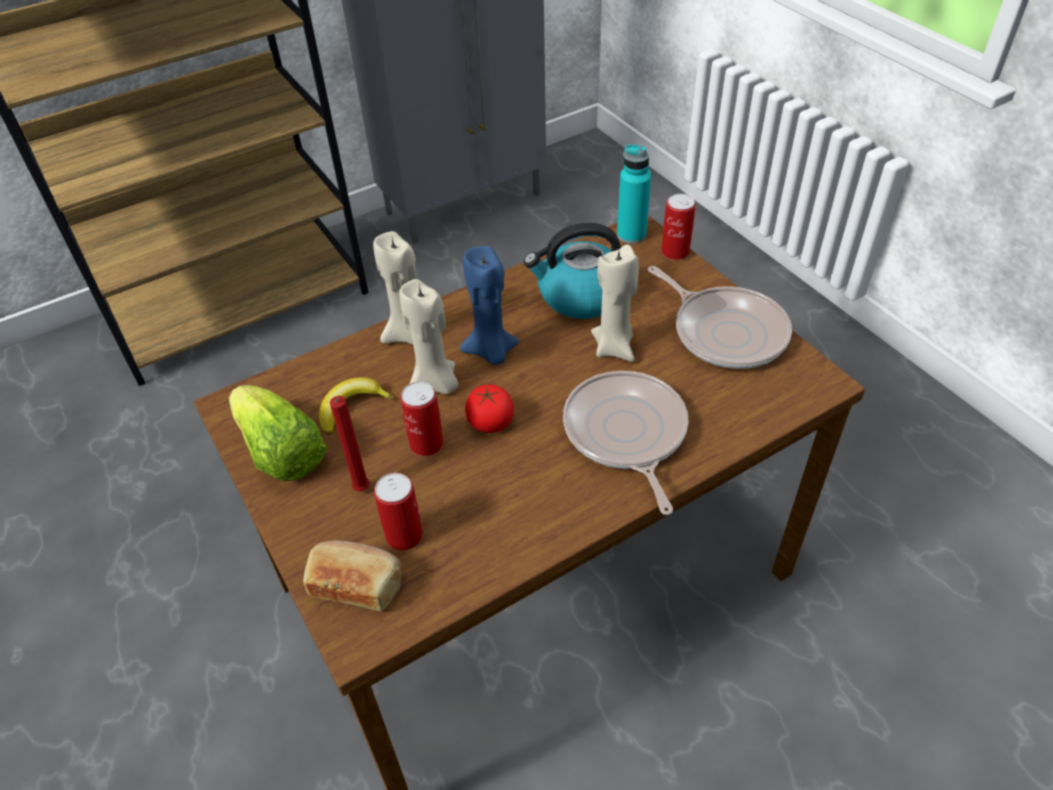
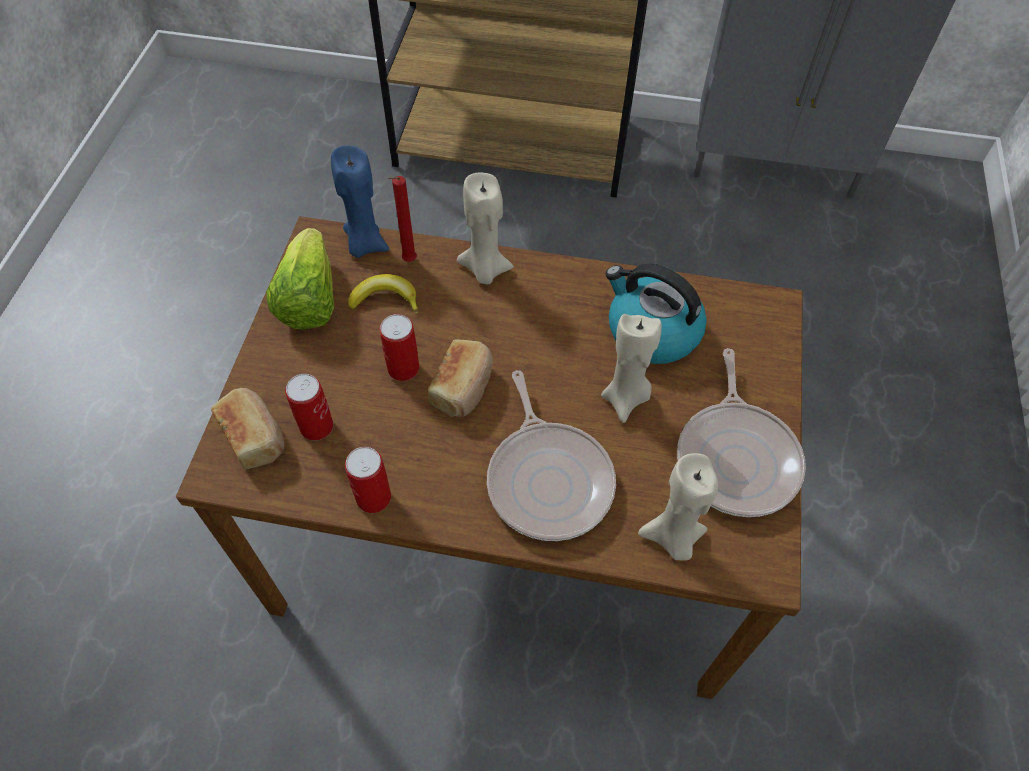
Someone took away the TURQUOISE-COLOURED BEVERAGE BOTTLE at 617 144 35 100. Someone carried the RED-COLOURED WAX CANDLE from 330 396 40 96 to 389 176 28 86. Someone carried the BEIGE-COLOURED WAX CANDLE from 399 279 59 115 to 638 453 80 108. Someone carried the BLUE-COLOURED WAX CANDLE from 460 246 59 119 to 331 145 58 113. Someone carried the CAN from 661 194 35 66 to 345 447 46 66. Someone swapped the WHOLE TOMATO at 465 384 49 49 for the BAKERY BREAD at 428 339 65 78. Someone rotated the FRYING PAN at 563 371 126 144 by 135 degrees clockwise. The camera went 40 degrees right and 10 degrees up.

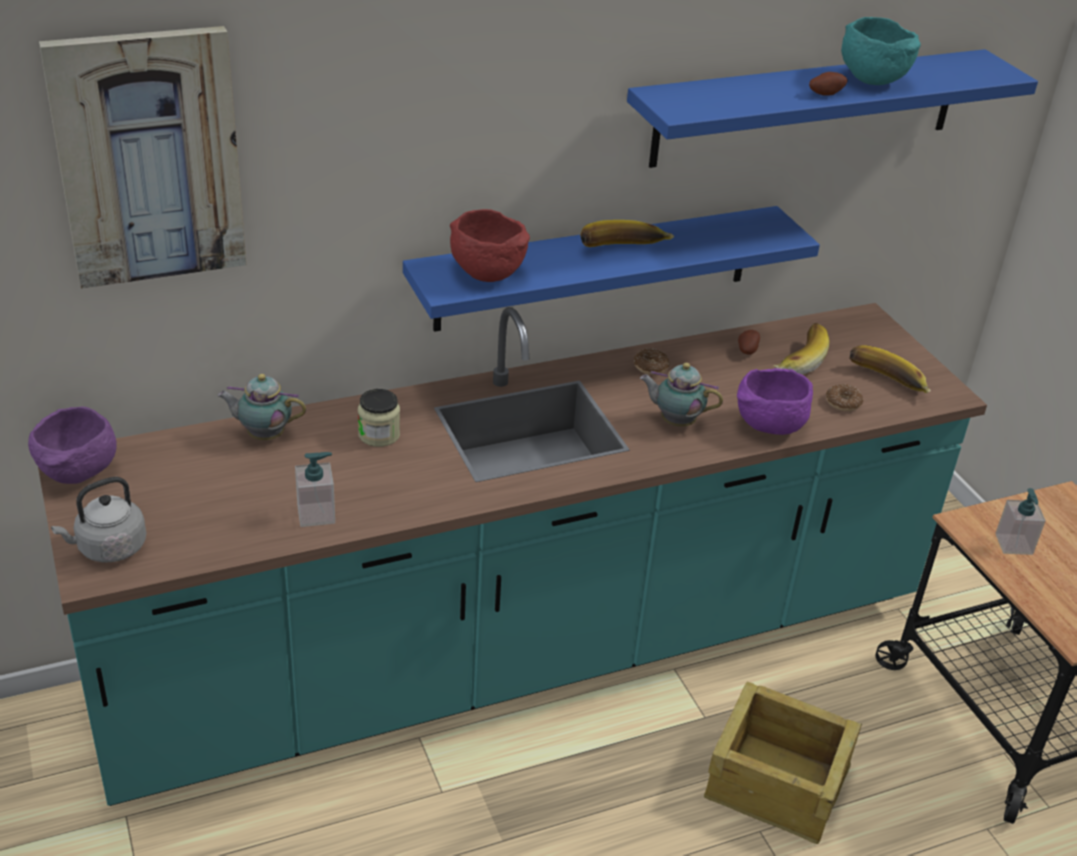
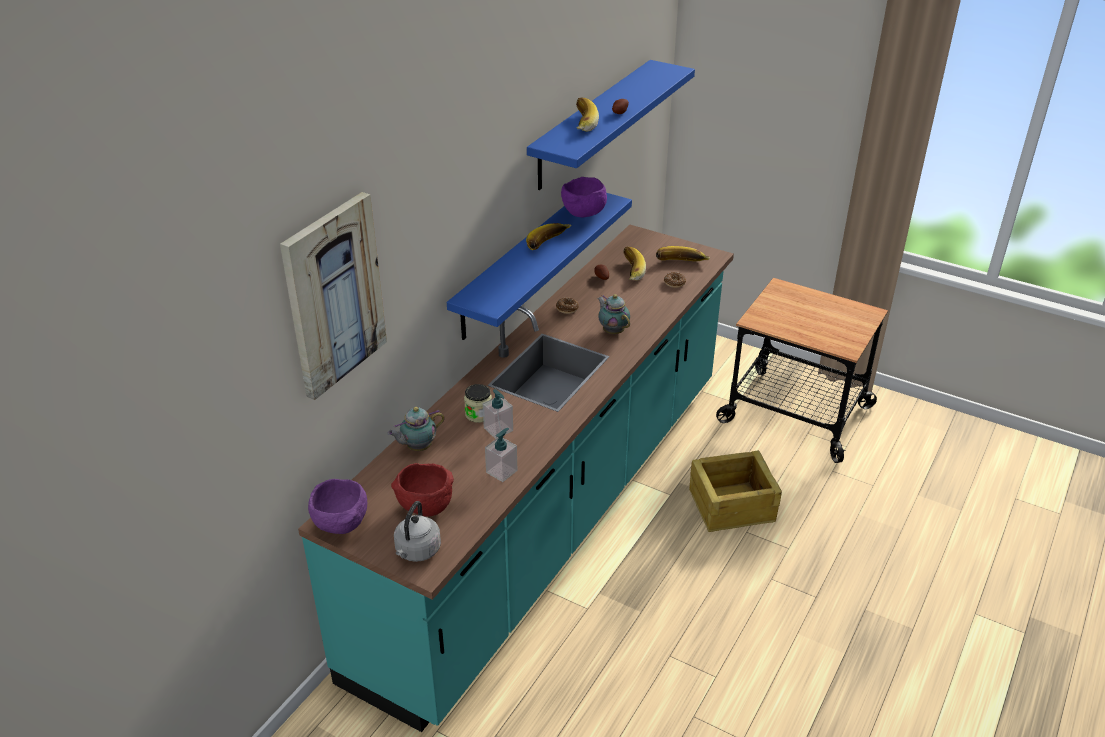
Someone took away the TURQUOISE-COLOURED BOWL at 841 17 80 68. Someone put down the WHOLE BANANA at 576 98 23 34. Someone carried the RED-COLOURED BOWL from 450 209 80 73 to 391 463 63 54. Someone carried the PURPLE-COLOURED BOWL from 737 368 76 67 to 561 177 46 40. Someone carried the SOAP BOTTLE from 995 488 51 67 to 483 389 30 50. Someone rotated the TEAPOT at 640 363 83 64 by 75 degrees clockwise. The camera went 35 degrees left and 0 degrees up.

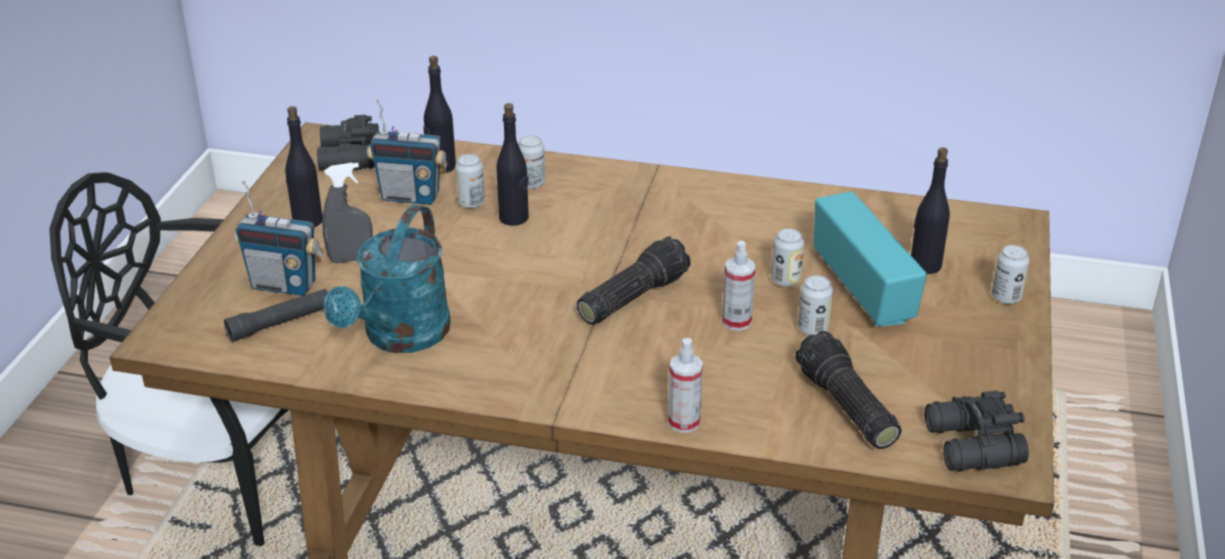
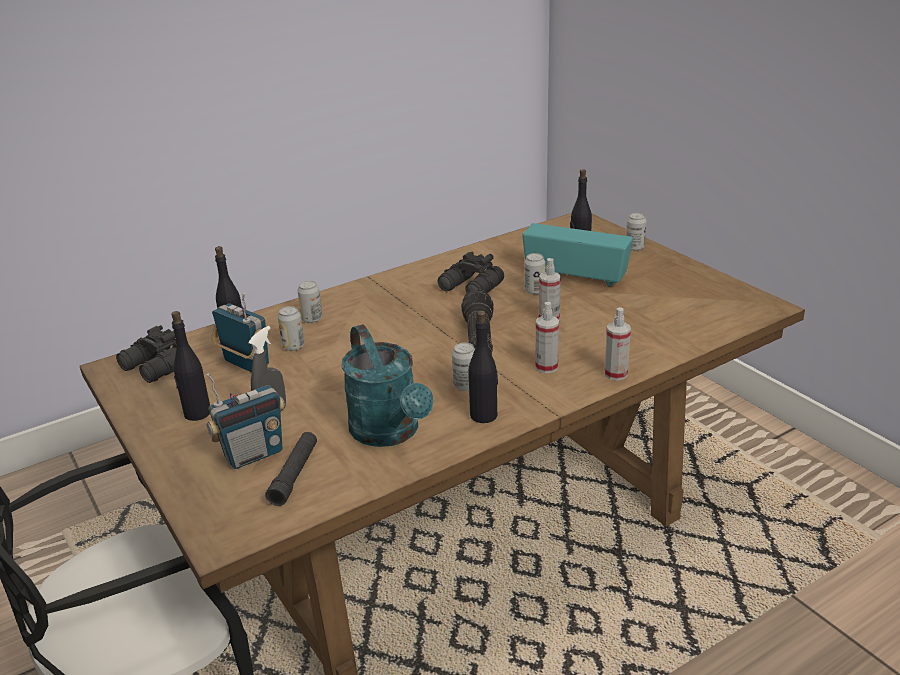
Someone took away the TORCH at 795 331 106 118. Someone put down the SPRAYER at 535 302 24 71. Someone carried the BLACKISH BEVERAGE BOTTLE from 497 103 32 123 to 468 311 30 112. Someone carried the CAN from 798 275 35 60 to 452 343 23 48. Someone carried the BLACKISH FIELD GLASSES from 925 391 104 81 to 438 252 66 41. Someone rotated the RADIO SET at 367 99 81 106 by 105 degrees counterclockwise. The camera went 45 degrees left and 5 degrees down.

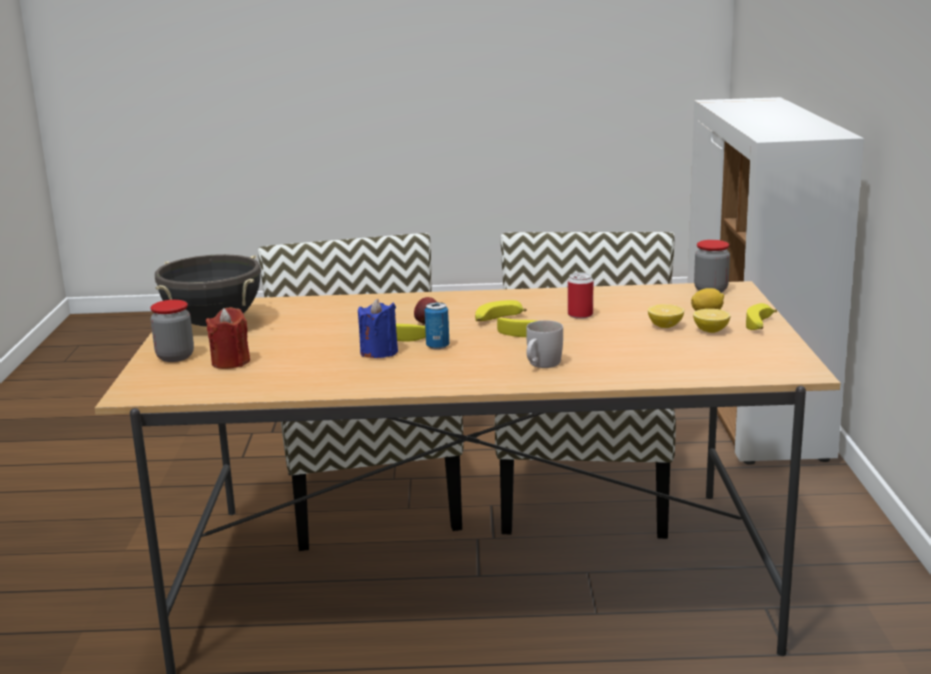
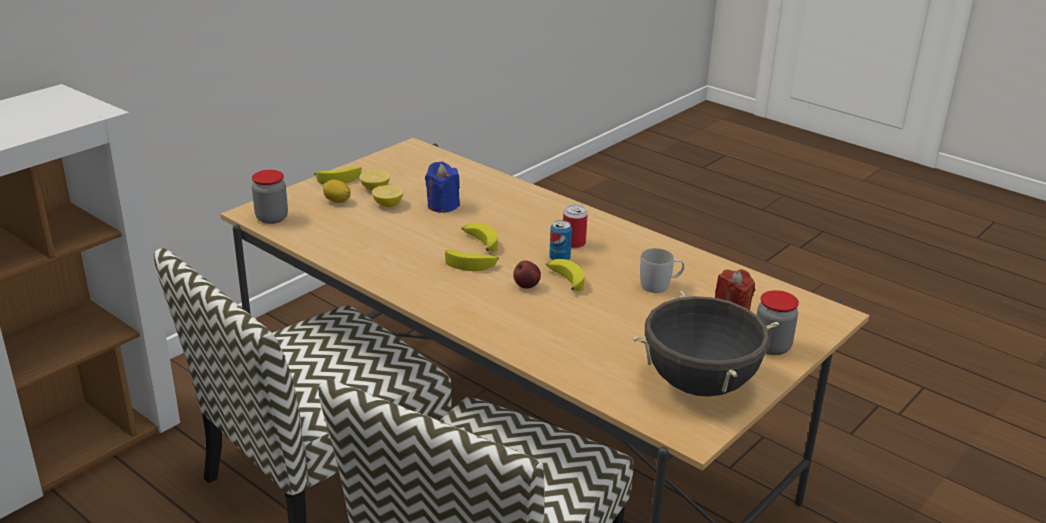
Someone carried the BLUE-COLOURED WAX CANDLE from 358 298 40 60 to 425 162 35 51. Someone carried the WHITE MUG from 526 320 37 48 to 640 248 44 45. Someone carried the CAN from 568 272 25 47 to 563 204 25 44. The camera went 140 degrees left and 10 degrees up.

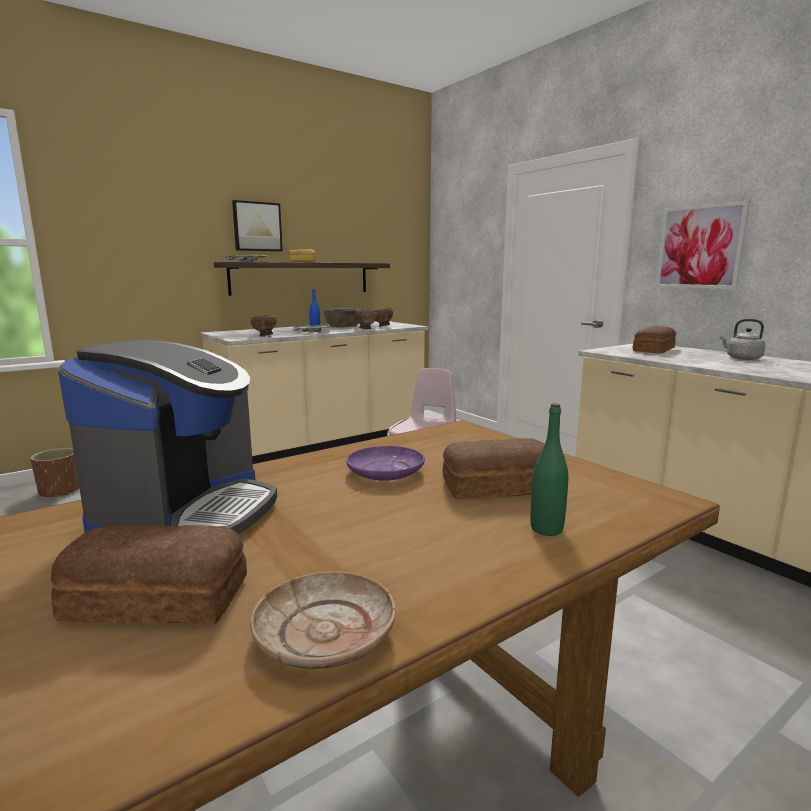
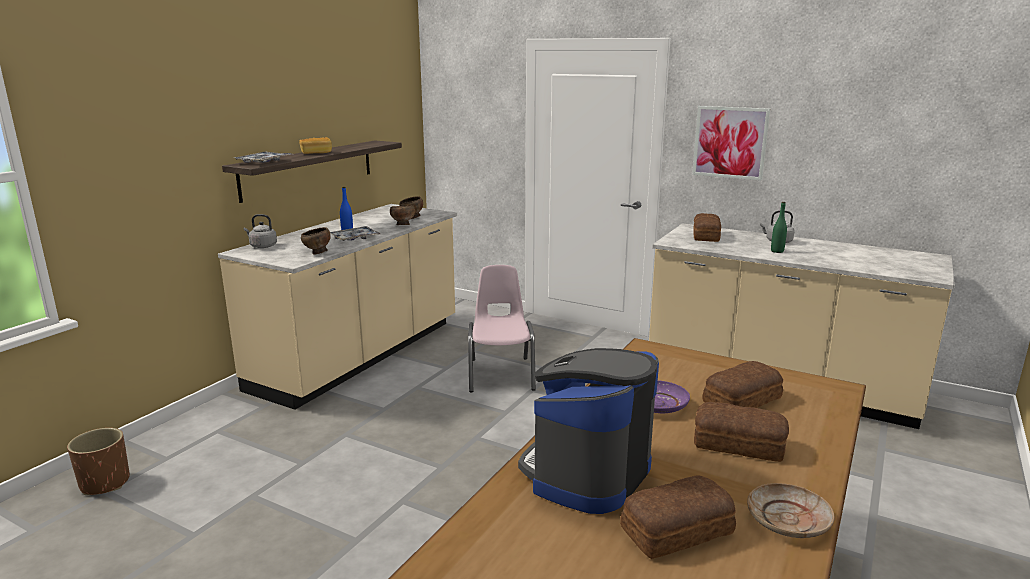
Someone took away the PICTURE at 232 200 51 52. Someone took away the BROWN-COLOURED BOWL at 324 308 37 19. Someone put down the GREY WATER KETTLE at 244 214 33 34. Someone put down the BAKERY BREAD at 694 402 95 60. Someone carried the GREEN BEVERAGE BOTTLE from 531 403 37 133 to 771 202 16 51. Someone rotated the COFFEE MACHINE at 58 340 219 194 by 135 degrees counterclockwise. The camera went 25 degrees left and 5 degrees up.

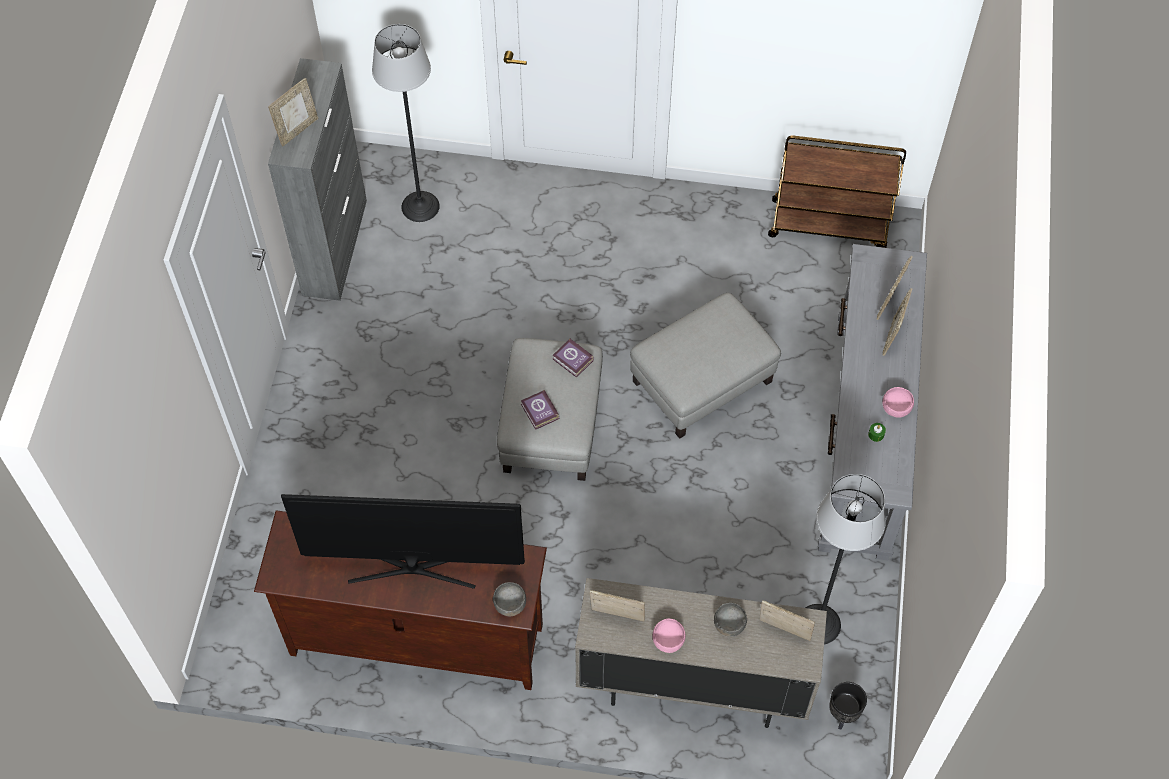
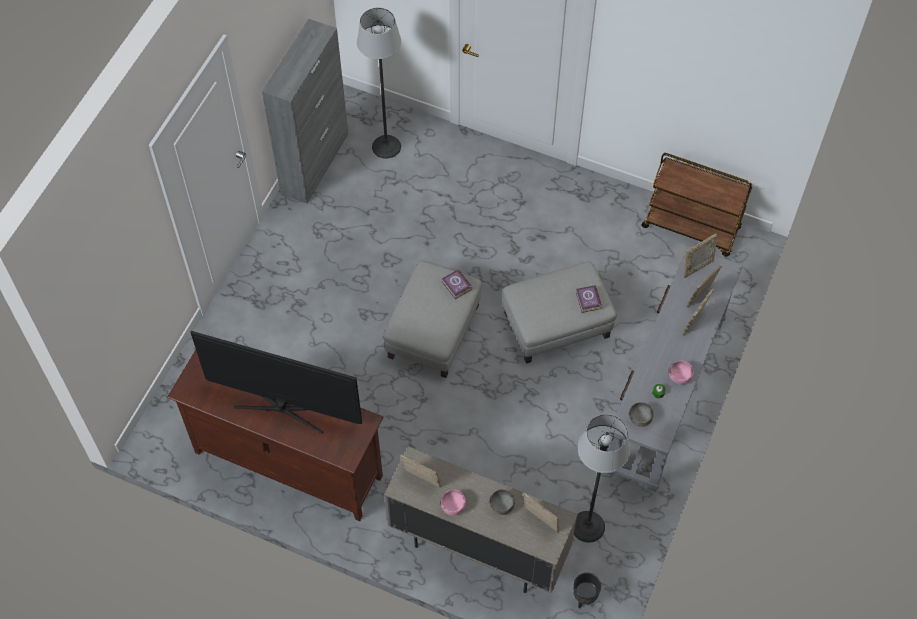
Someone carried the PICTURE FRAME from 268 78 50 68 to 684 233 33 45. Someone carried the GREY BOWL from 493 582 33 34 to 629 402 24 25. Someone carried the BOUND BOOK from 521 390 39 40 to 576 285 26 28. The camera went 15 degrees right and 0 degrees up.

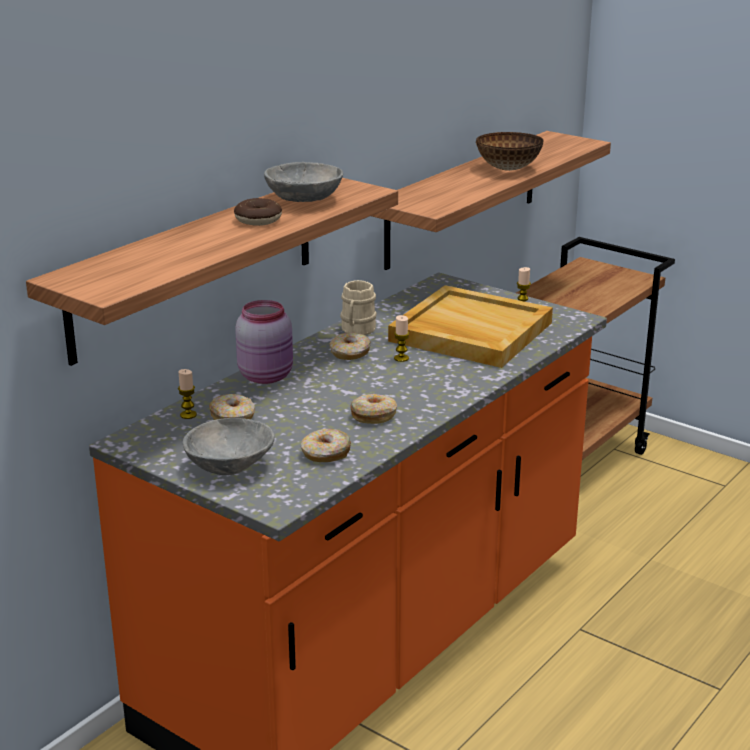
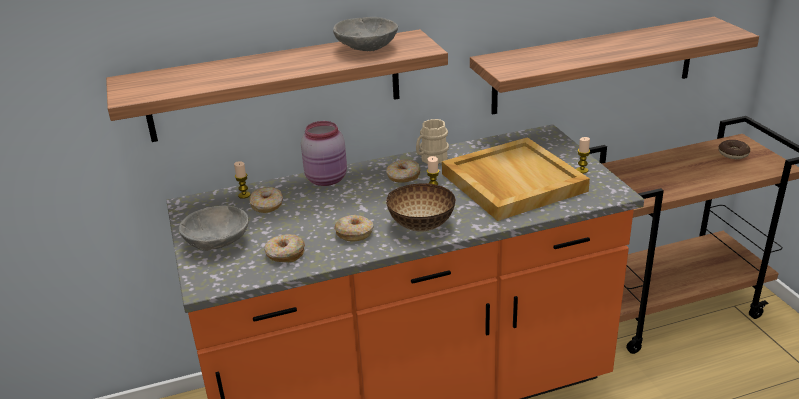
Someone carried the DOUGHNUT from 234 198 48 28 to 718 140 32 19. Someone carried the BOWL from 476 132 68 39 to 386 183 70 49. The camera went 35 degrees right and 5 degrees up.

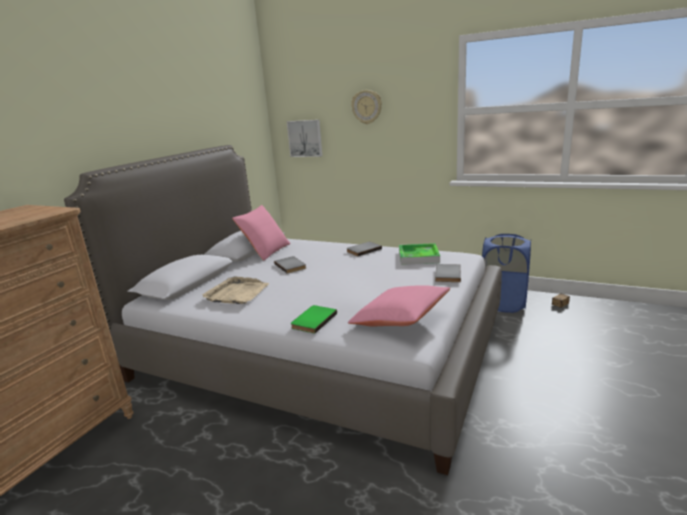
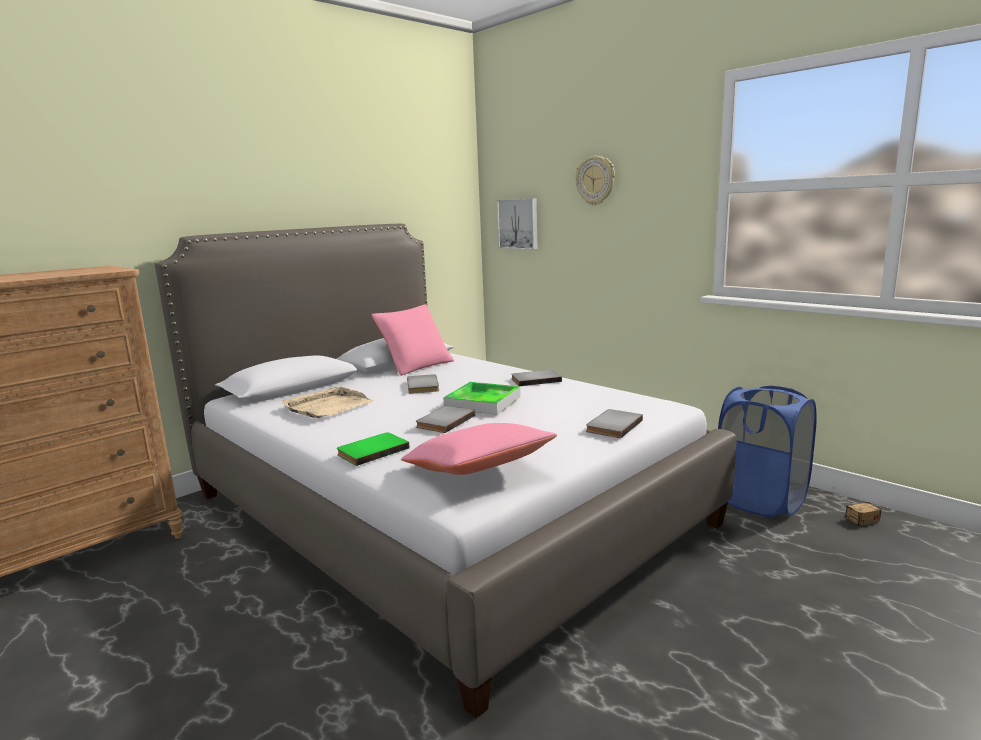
Someone put down the GREY BOUND BOOK at 416 406 59 27. Someone carried the CARRYING TRAY from 399 243 41 22 to 443 382 78 33. The camera went 20 degrees right and 5 degrees down.

